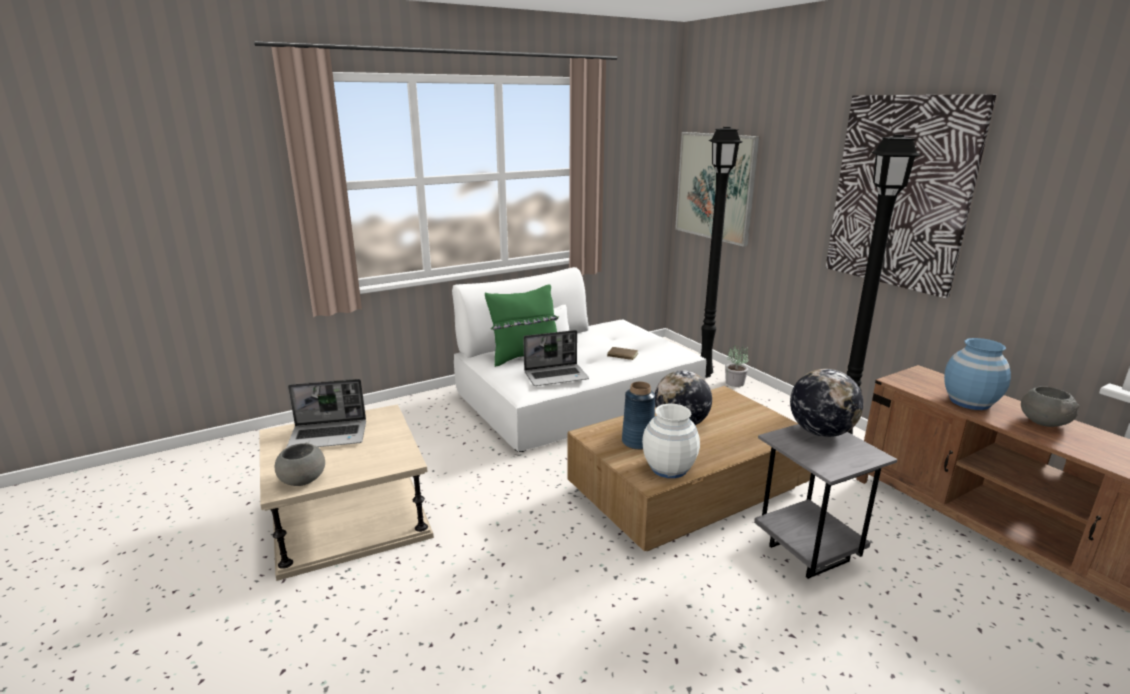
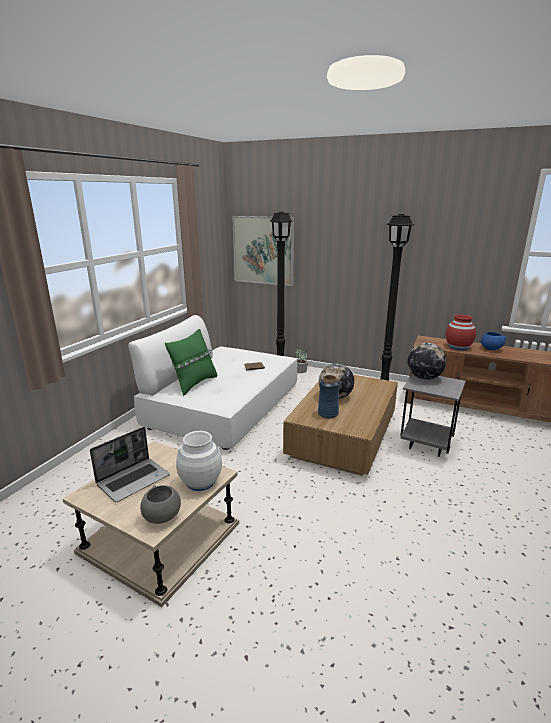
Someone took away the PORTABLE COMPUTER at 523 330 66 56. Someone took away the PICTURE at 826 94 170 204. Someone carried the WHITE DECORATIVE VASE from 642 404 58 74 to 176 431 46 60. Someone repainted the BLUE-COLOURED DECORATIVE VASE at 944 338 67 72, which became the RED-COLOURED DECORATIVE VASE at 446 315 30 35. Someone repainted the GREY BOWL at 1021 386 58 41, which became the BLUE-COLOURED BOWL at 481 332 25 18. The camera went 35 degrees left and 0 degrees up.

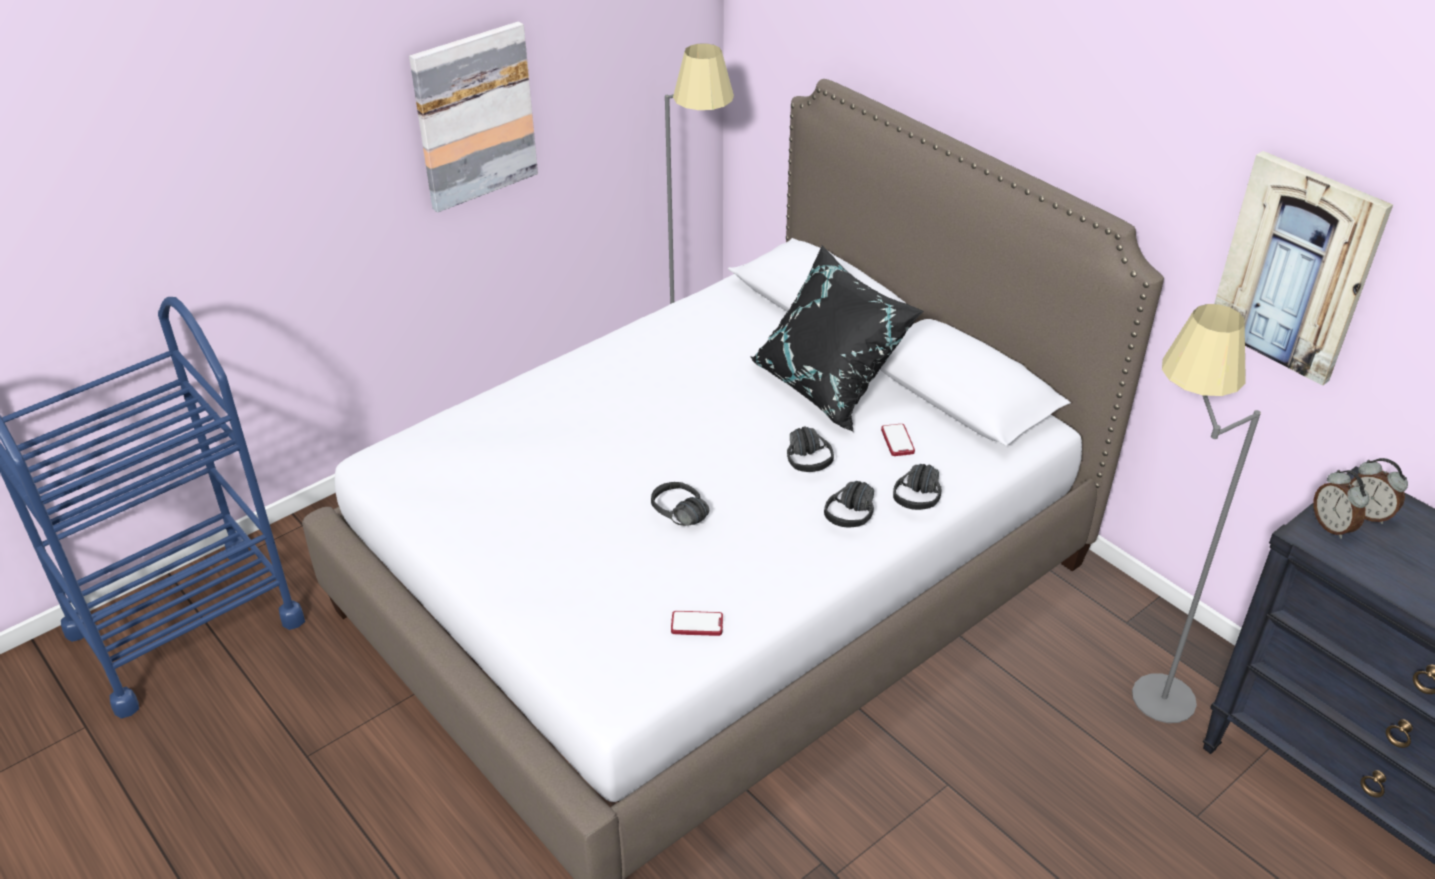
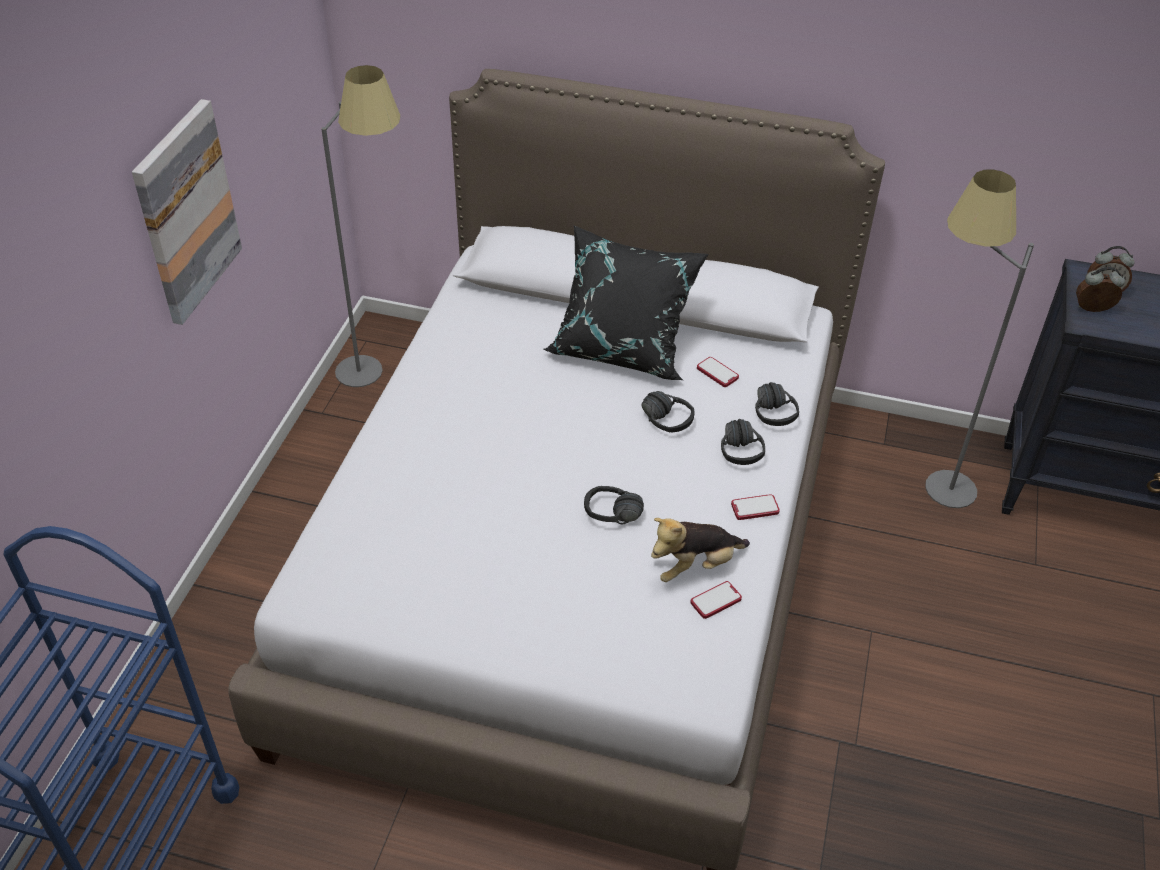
Someone took away the PICTURE at 1214 151 179 235. Someone put down the SOFT TOY at 651 518 99 64. Someone put down the PHONE at 731 494 49 26. Someone rotated the ALARM CLOCK at 1313 470 56 69 by 150 degrees clockwise. The camera went 35 degrees left and 5 degrees up.

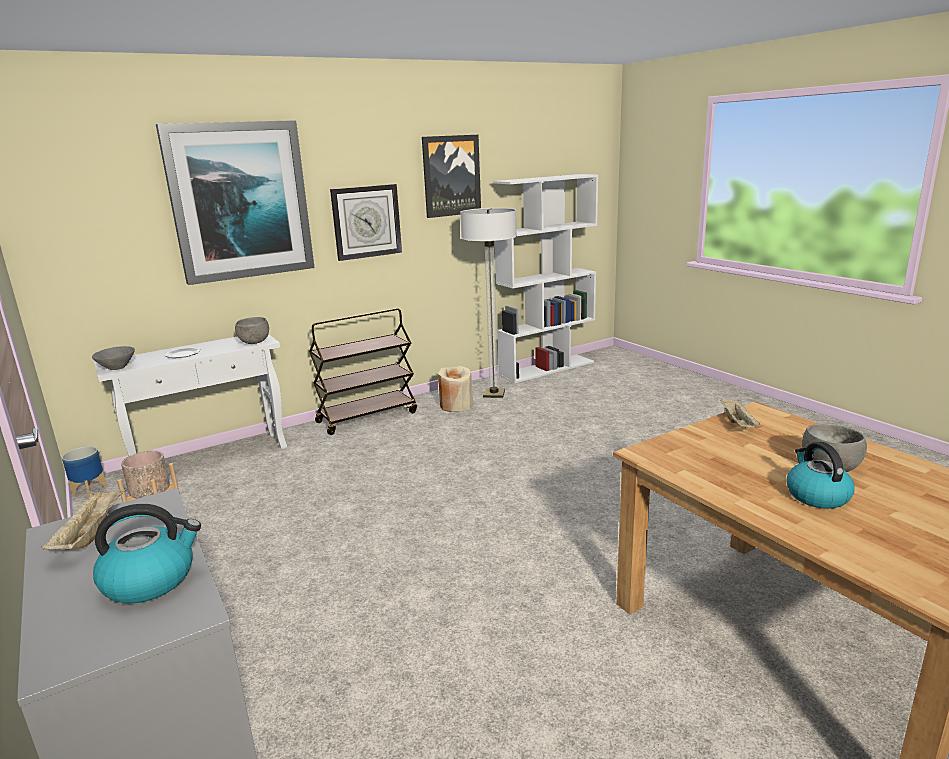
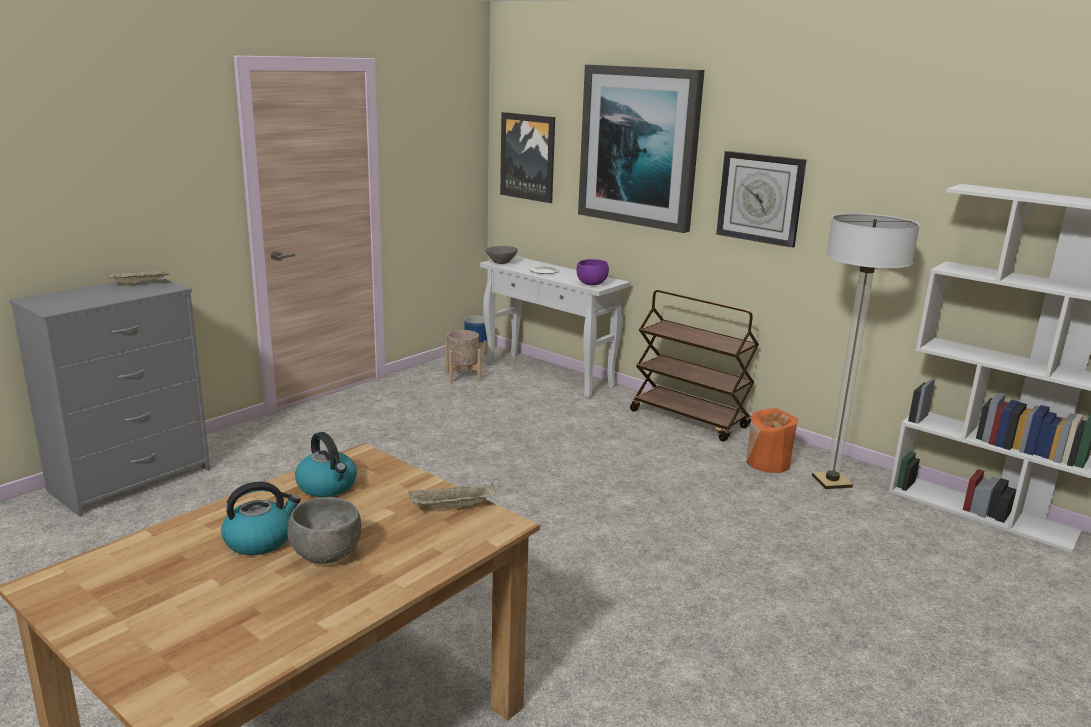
Someone carried the WATER KETTLE from 93 504 108 99 to 295 432 62 65. Someone carried the PICTURE from 422 135 59 83 to 500 112 55 91. Someone repainted the GREY BOWL at 235 317 34 27, which became the PURPLE-COLOURED BOWL at 576 259 33 26. Someone repainted the BEIGE-COLOURED DECORATIVE VASE at 438 366 35 46, which became the ORANGEY DECORATIVE VASE at 746 408 52 65. The camera went 70 degrees right and 0 degrees up.

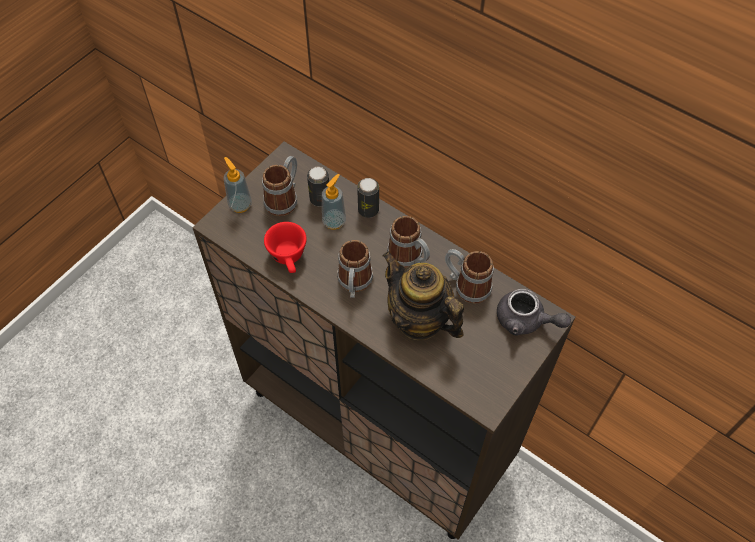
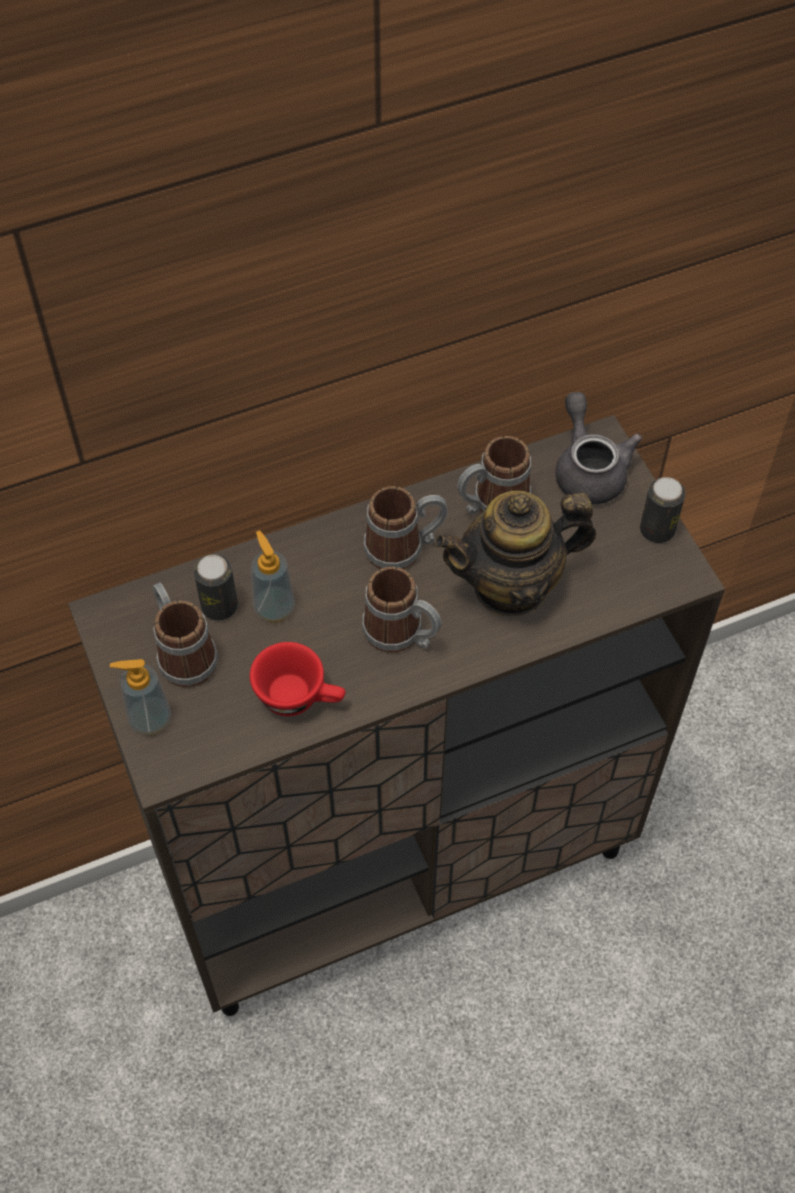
Someone carried the CAN from 357 178 22 40 to 640 477 45 66. Someone rotated the GREY TEAPOT at 497 289 74 47 by 75 degrees counterclockwise. The camera went 60 degrees left and 0 degrees up.

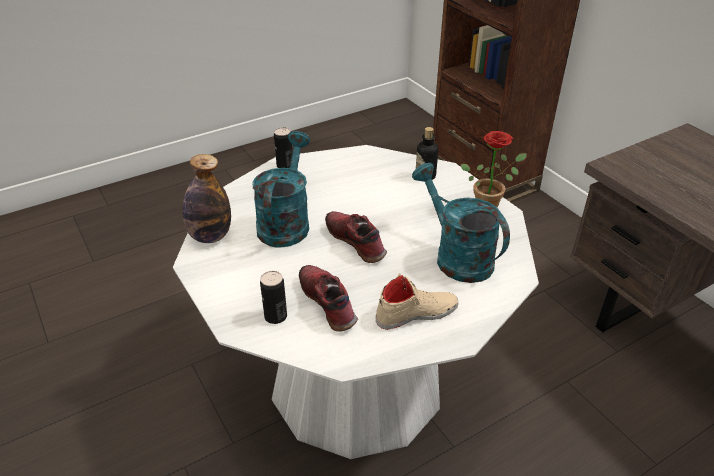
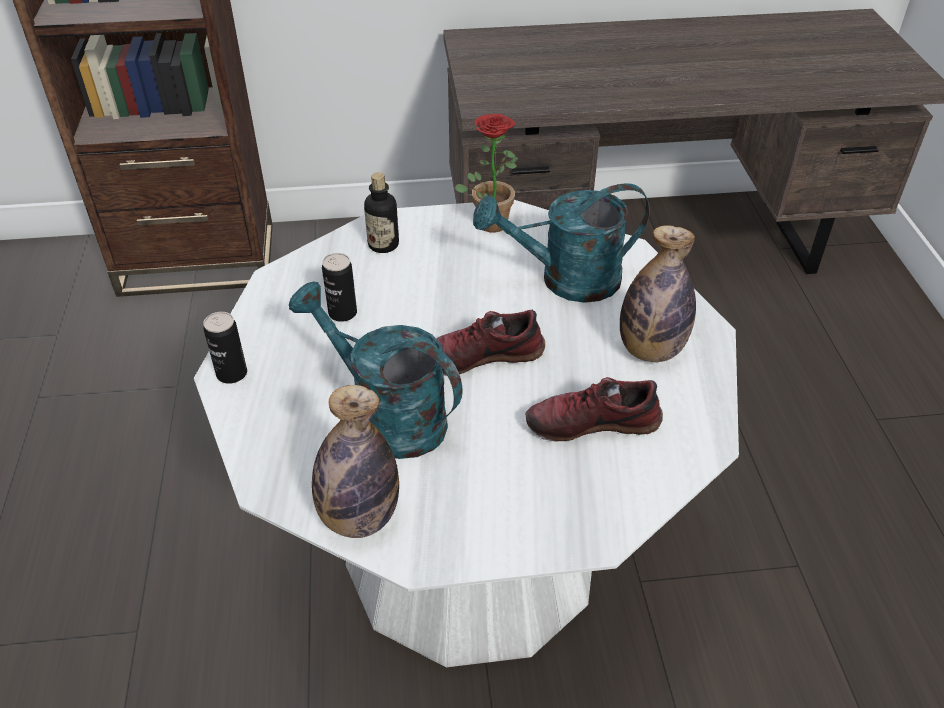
Someone carried the CAN from 260 271 27 53 to 322 253 35 69. Someone swapped the BEIGE-COLOURED LOW SHOE at 375 273 83 57 for the BEVERAGE BOTTLE at 620 225 76 137. The camera went 65 degrees left and 5 degrees up.

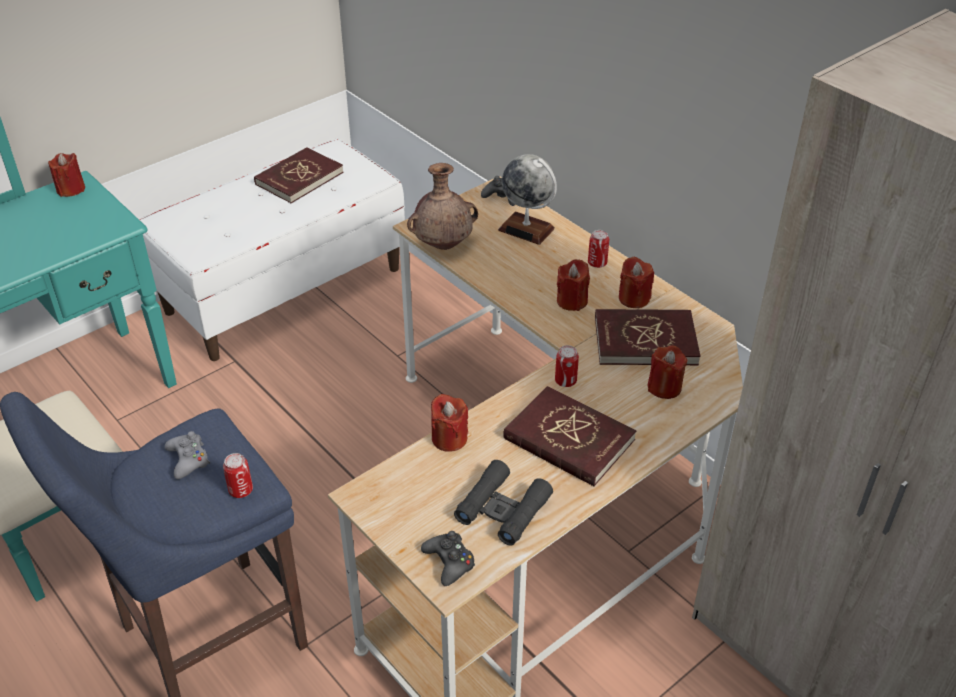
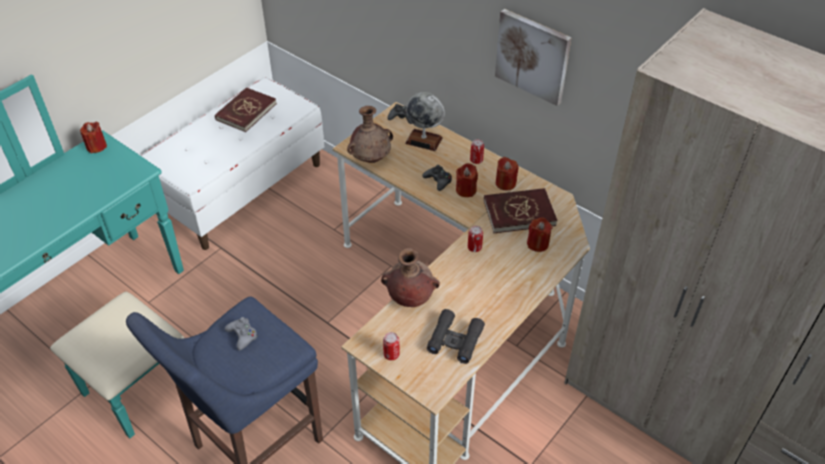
Someone took away the RED-COLOURED BOUND BOOK at 503 386 133 101. Someone put up the PICTURE at 495 9 76 97. Someone carried the CAN from 223 453 30 45 to 383 332 17 28. Someone carried the BLACKISH GAME CONTROLLER from 421 531 54 55 to 422 165 30 26. Someone swapped the RED-COLOURED WAX CANDLE at 431 394 37 58 for the BROWN-COLOURED DECORATIVE VASE at 381 248 59 59. The camera went 10 degrees left and 5 degrees up.

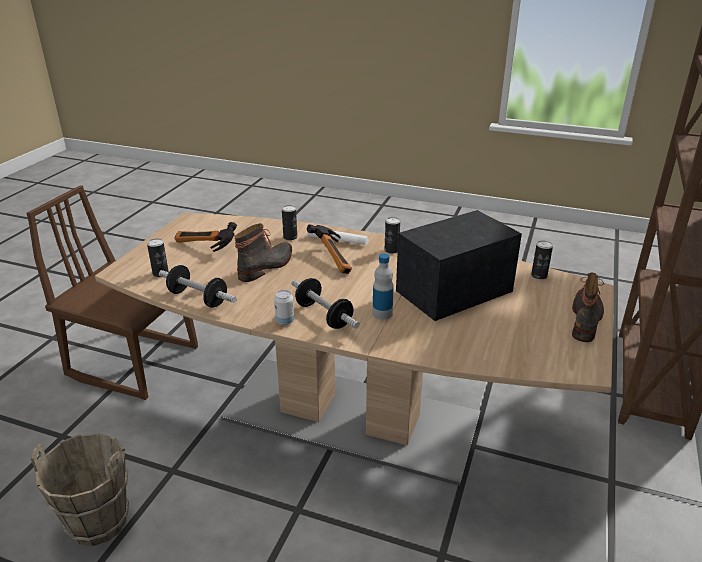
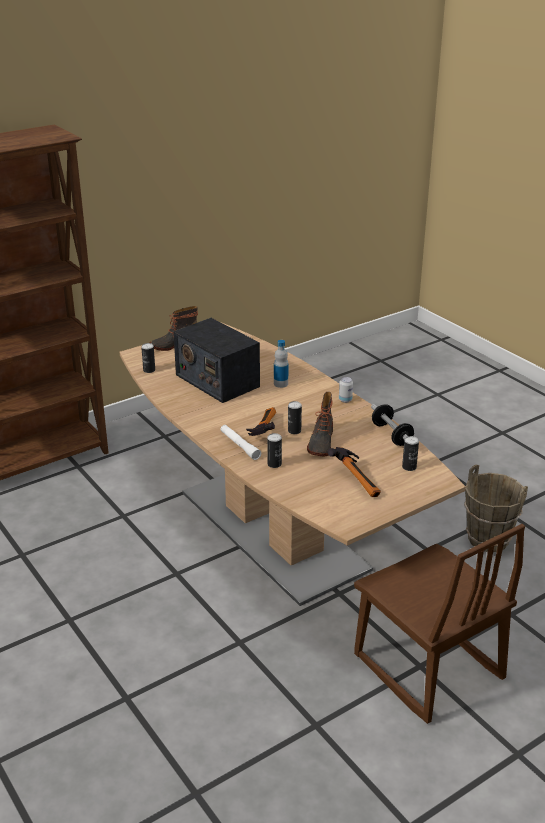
Someone took away the DUMBBELL at 291 278 69 51. Someone carried the CAN from 385 217 15 37 to 288 401 14 33. Someone rotated the TALL BOOT at 234 223 58 59 by 60 degrees counterclockwise. Someone rotated the RADIO SET at 396 210 126 111 by 45 degrees clockwise. The camera went 145 degrees left and 0 degrees up.

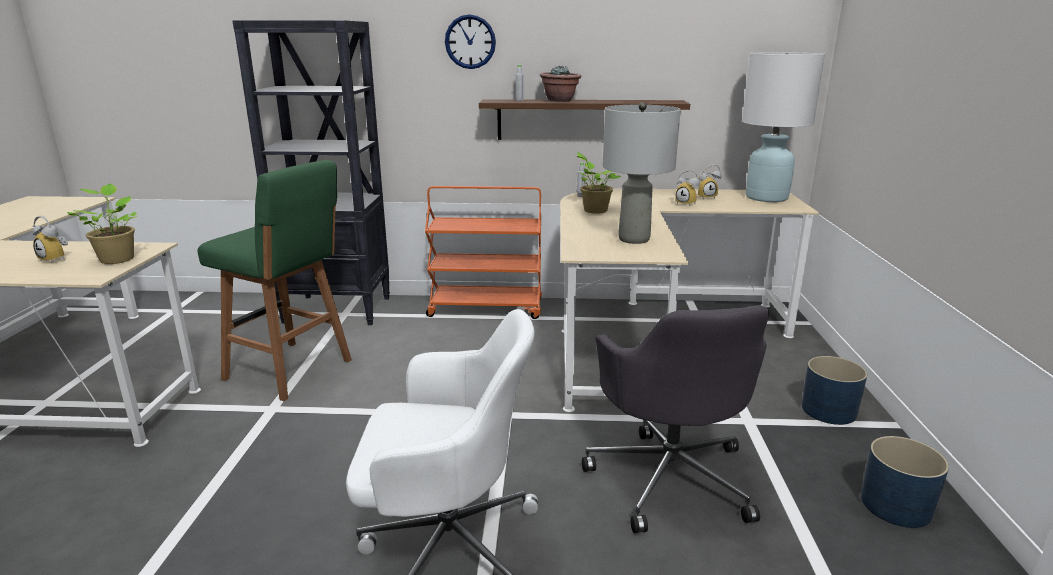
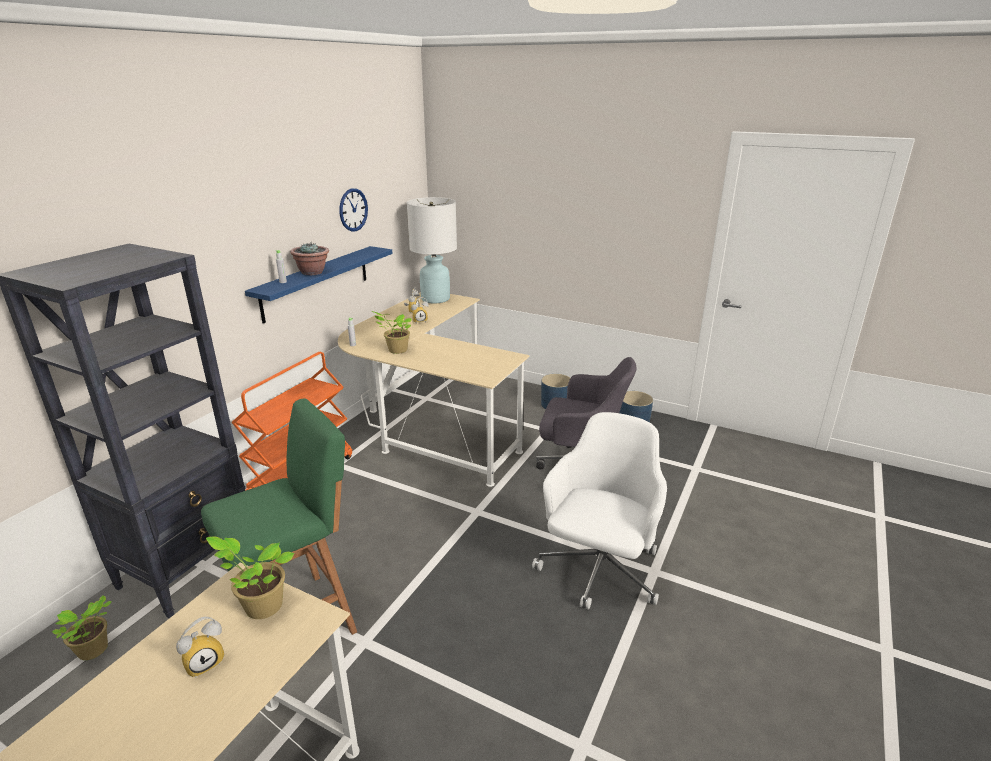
Someone took away the GREY LAMP FOR A TABLE at 603 102 78 142. Someone put down the POTTED PLANT at 52 595 60 65. Someone carried the WALL CLOCK from 445 14 51 55 to 339 188 29 44. Someone repainted the BROWN-COLOURED BRACKET SHELF at 479 99 211 41, which became the BLUE-COLOURED BRACKET SHELF at 245 246 148 78. The camera went 65 degrees left and 5 degrees up.

